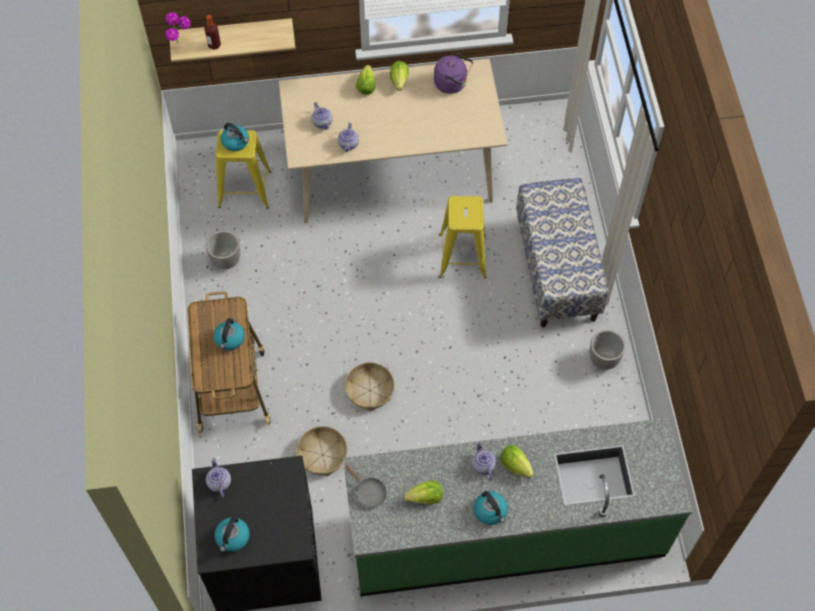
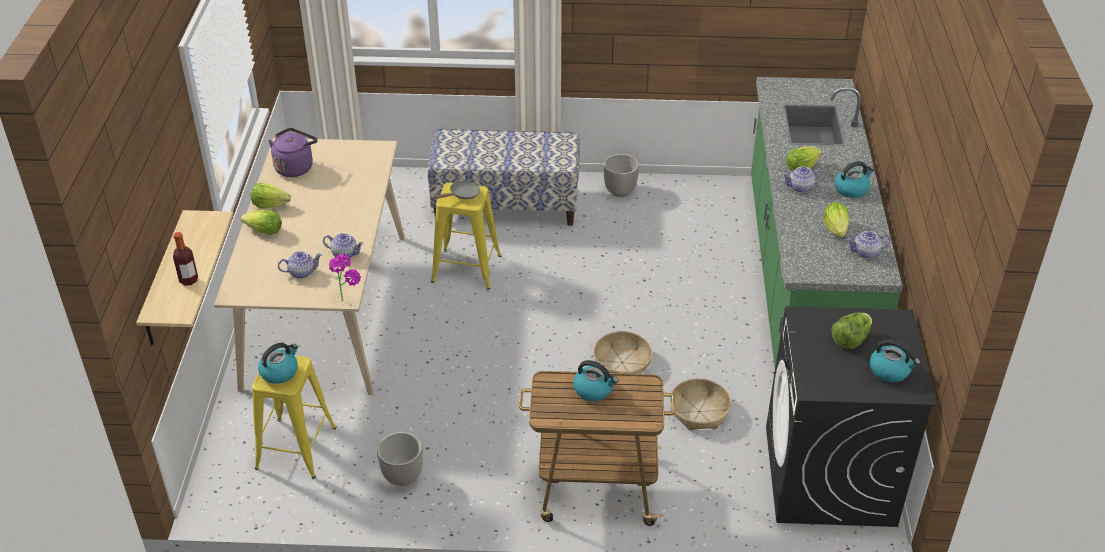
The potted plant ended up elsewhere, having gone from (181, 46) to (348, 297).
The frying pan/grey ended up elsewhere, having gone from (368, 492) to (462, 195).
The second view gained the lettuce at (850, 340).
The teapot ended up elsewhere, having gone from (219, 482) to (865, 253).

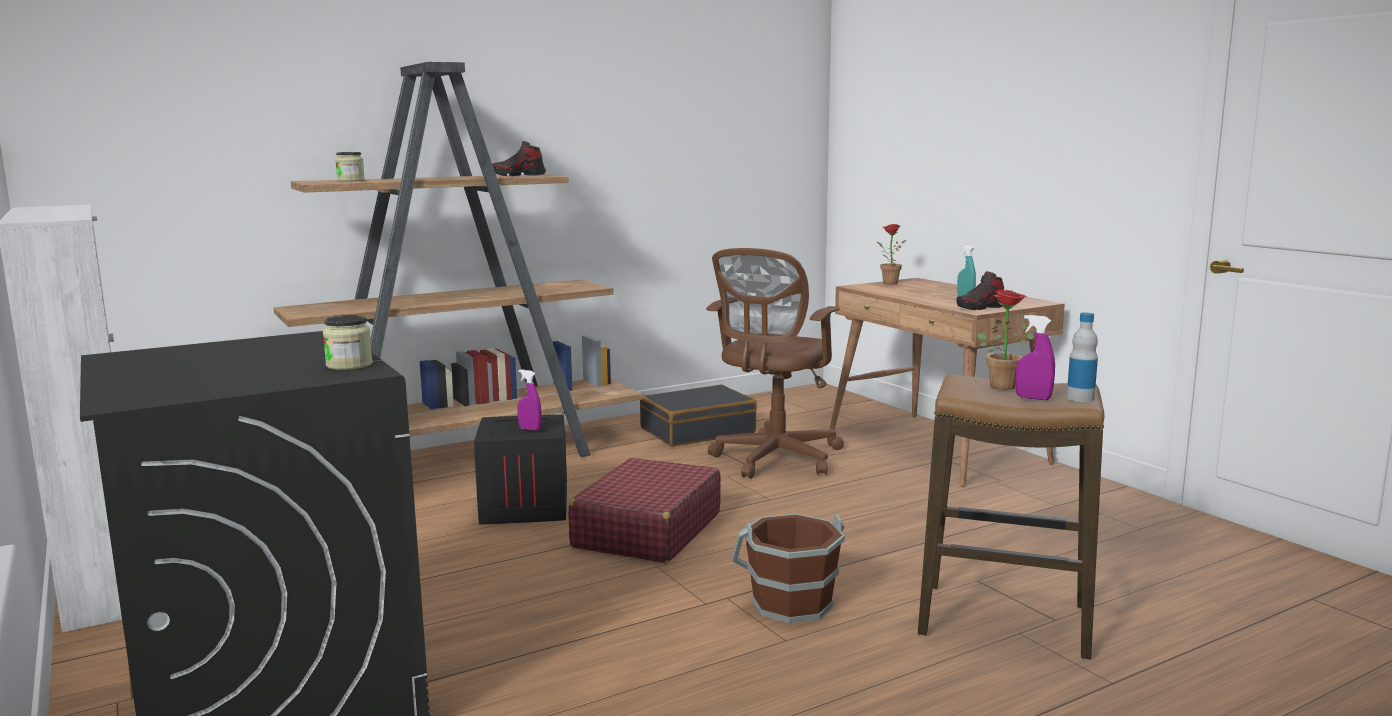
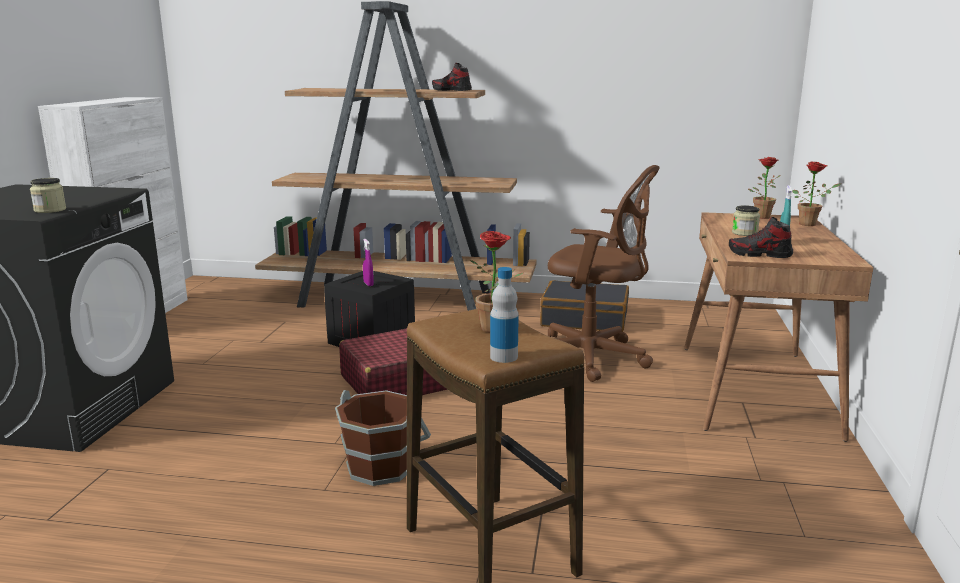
The office chair/brown at (774, 460) ended up facing another way, 135 degrees counterclockwise from before.
The jar ended up elsewhere, having gone from (350, 180) to (744, 233).
The second view gained the potted plant at (810, 224).
The second view lost the spray bottle/purple at (1033, 398).

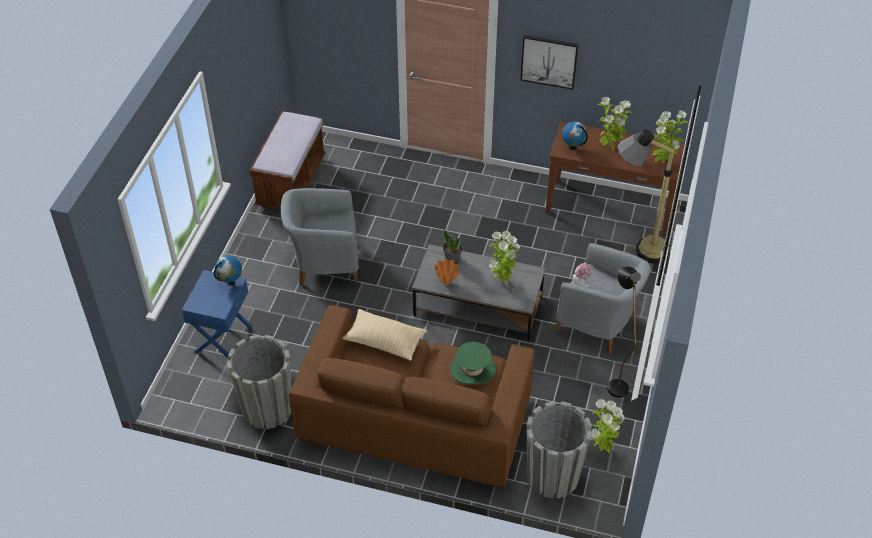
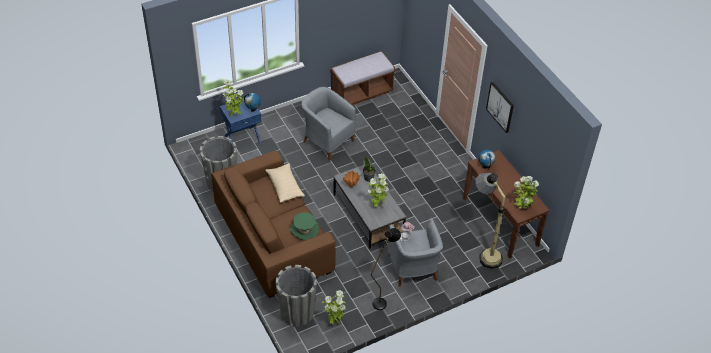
The potted plant ended up elsewhere, having gone from (610, 147) to (234, 115).

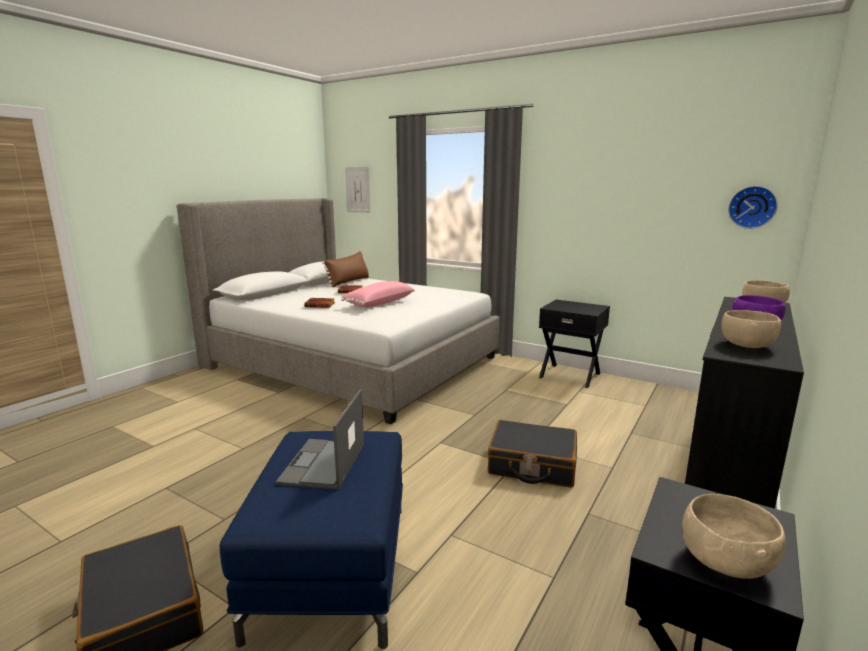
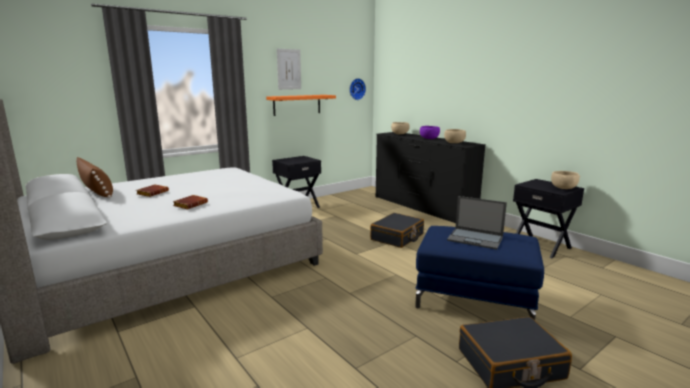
The second view gained the shelf/orange at (297, 105).
The picture ended up elsewhere, having gone from (358, 189) to (289, 69).
The second view lost the pillow/pink at (378, 303).

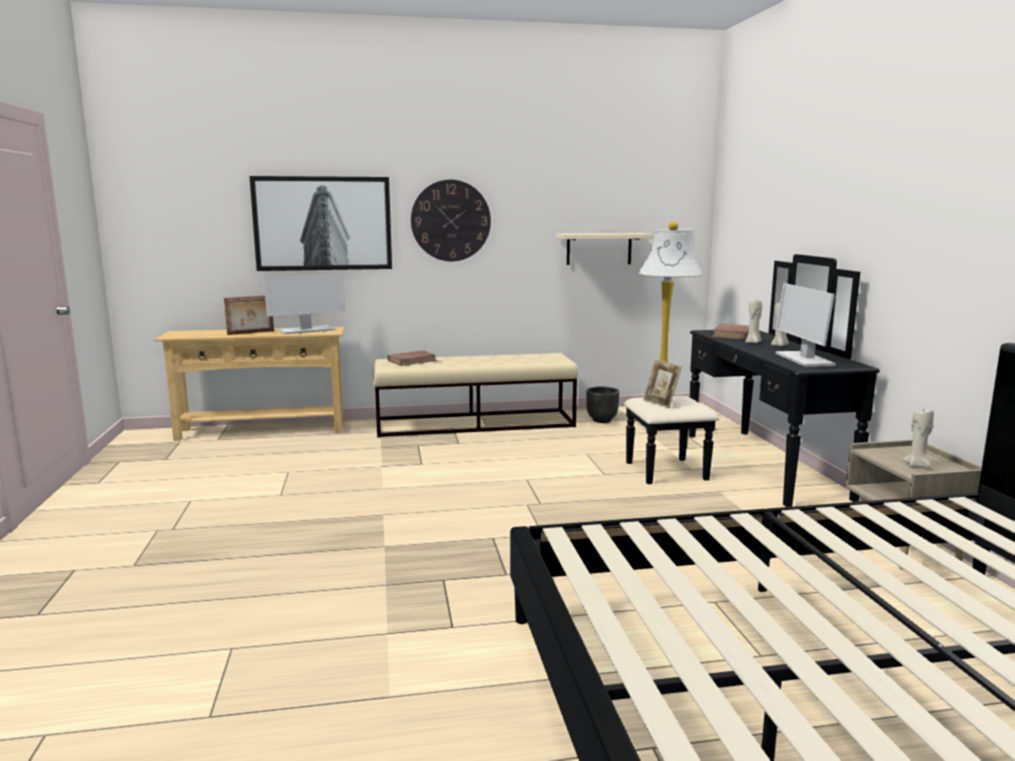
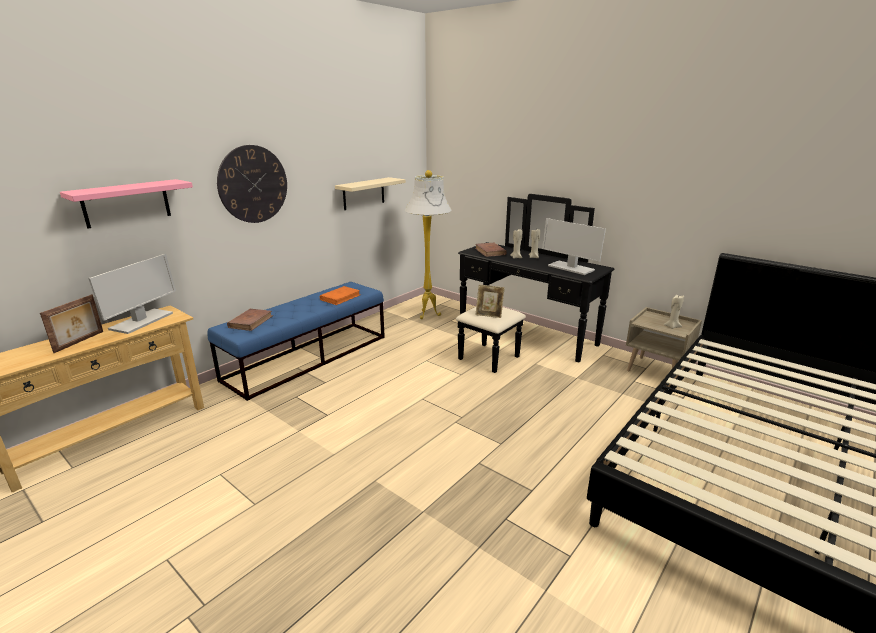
Where the picture hung at (323, 223), the shelf/pink came to hang at (126, 203).
What was the bench/beige at (475, 423) turned into the bench/blue at (308, 357).
The second view gained the book/orange at (340, 297).
The second view lost the planter/black at (601, 420).

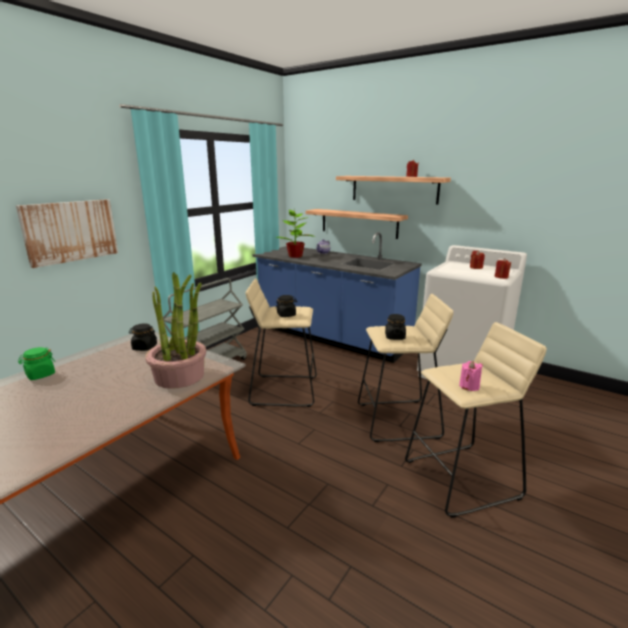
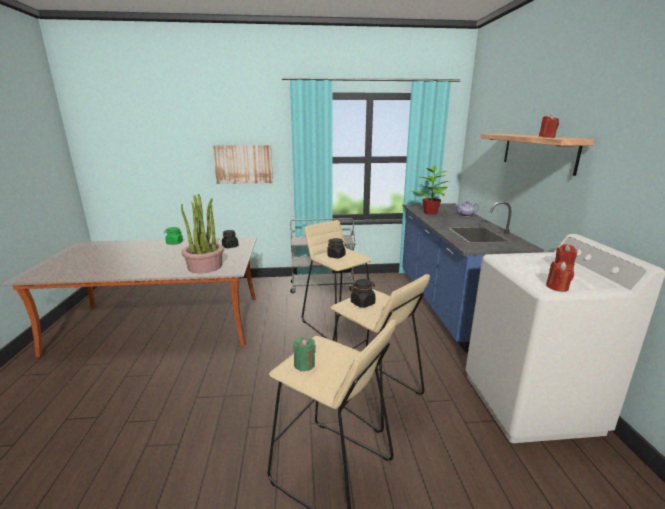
What was the candle/pink at (469, 386) turned into the candle/green at (304, 364).
The second view lost the shelf at (359, 223).

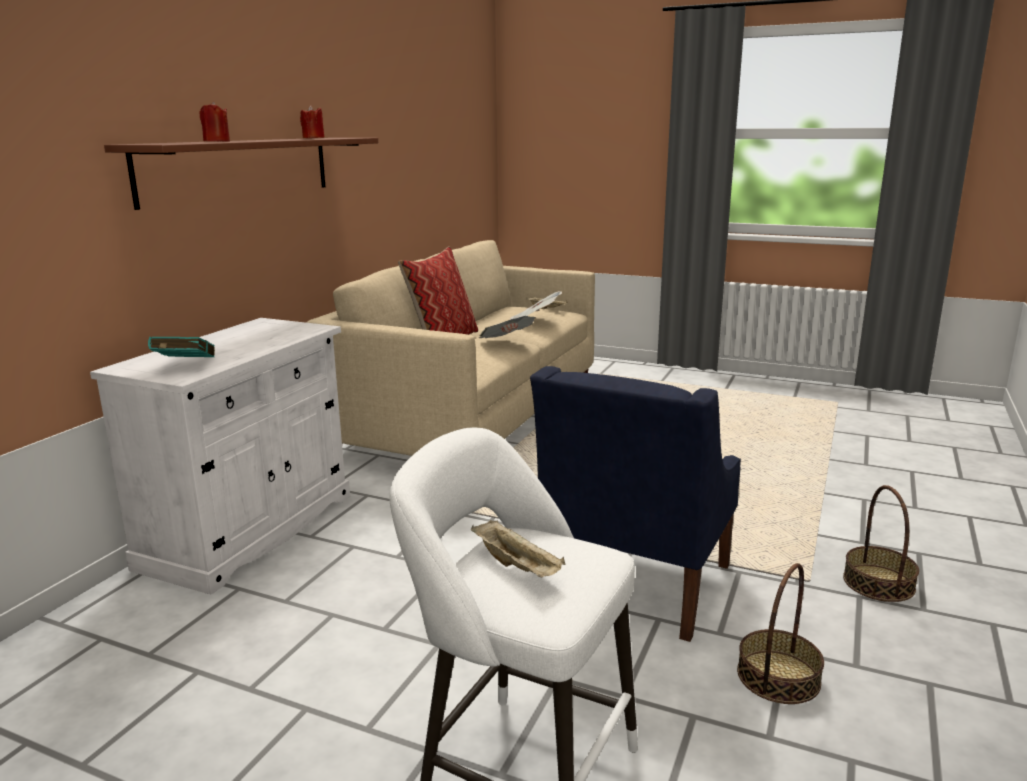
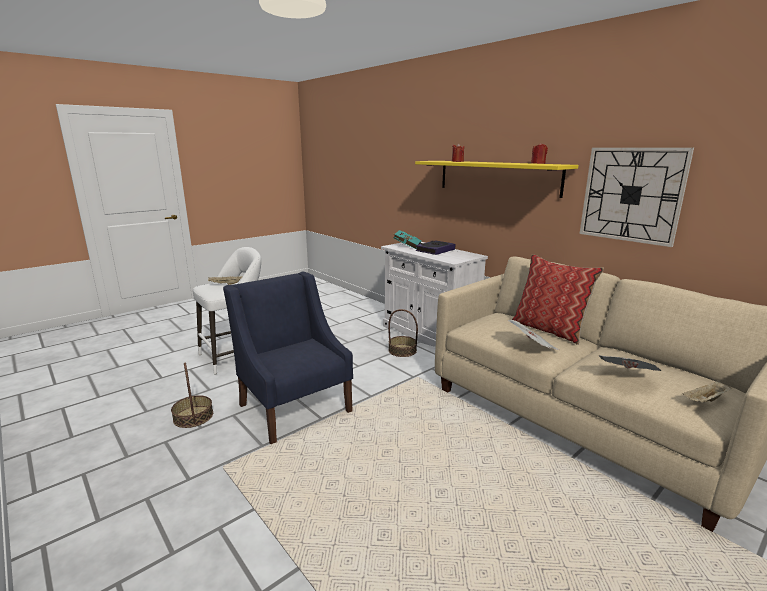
The basket ended up elsewhere, having gone from (878, 583) to (402, 350).
What was the shelf/brown at (239, 169) turned into the shelf/yellow at (497, 177).
The second view gained the book at (435, 250).
The second view gained the wall clock at (631, 195).

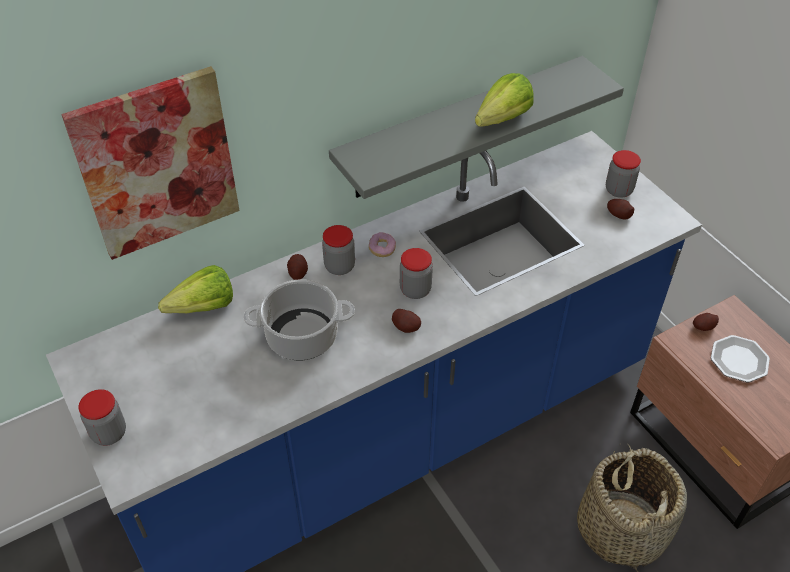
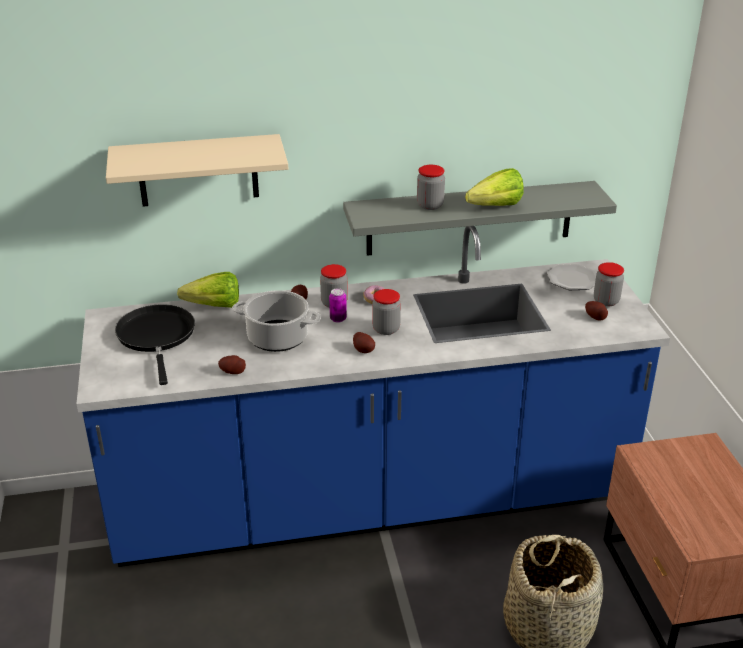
Where the picture hung at (157, 164), the shelf/beige came to hang at (198, 170).
The second view gained the frying pan/black at (157, 337).
The potato ended up elsewhere, having gone from (703, 327) to (232, 371).
The second view gained the can at (338, 319).
The jar ended up elsewhere, having gone from (109, 433) to (430, 205).
The plate ended up elsewhere, having gone from (738, 360) to (572, 279).

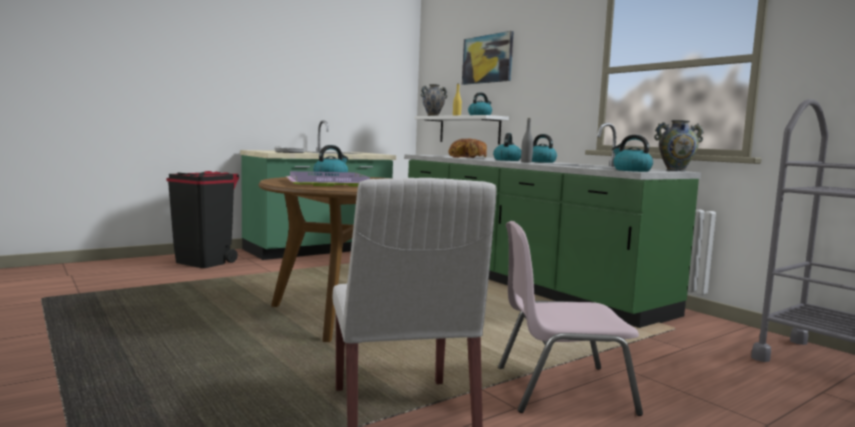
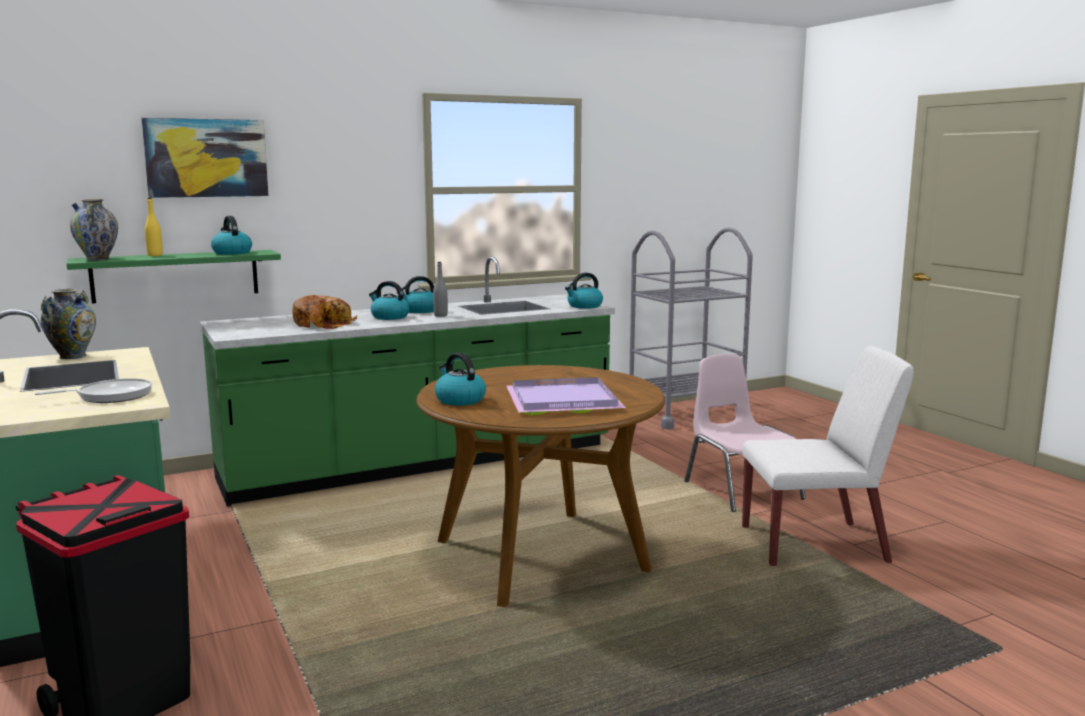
The vase ended up elsewhere, having gone from (675, 170) to (72, 356).
What was the shelf/white at (469, 130) turned into the shelf/green at (176, 276).
The chair/pink at (560, 389) ended up facing another way, 150 degrees clockwise from before.

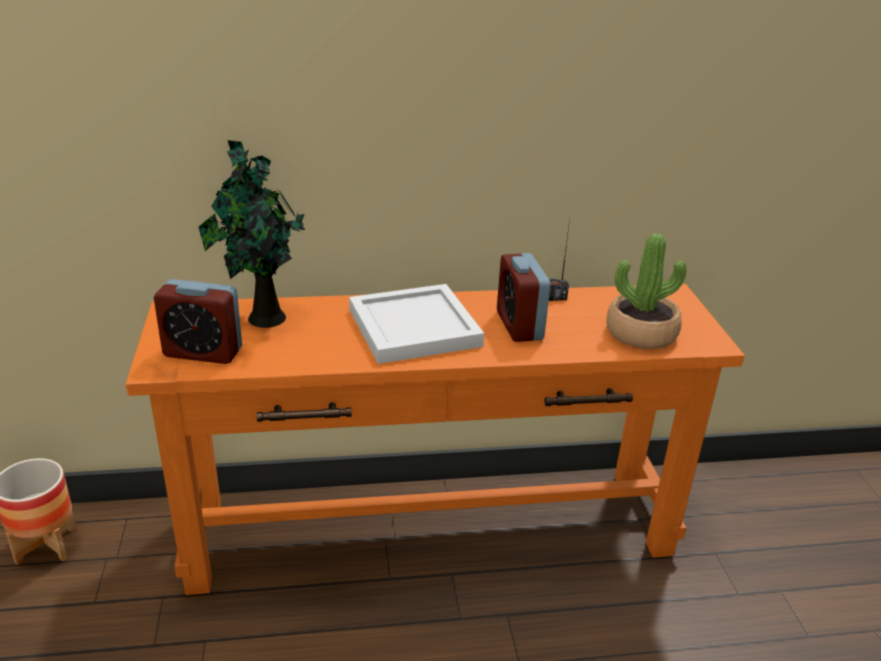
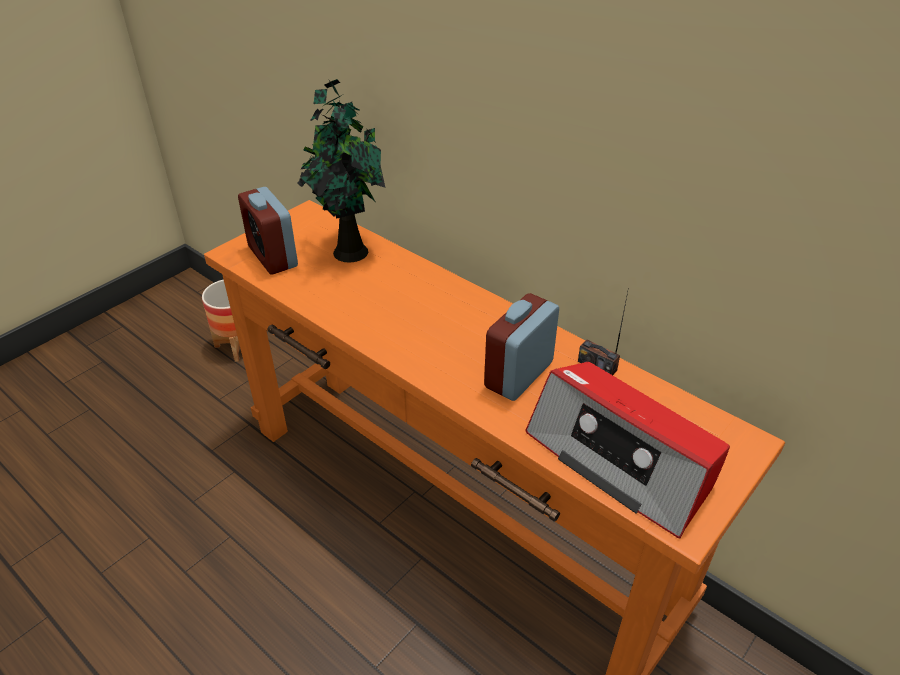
Where the potted plant stood at (641, 333), the radio came to stand at (622, 460).
The second view lost the tray/white at (412, 327).

